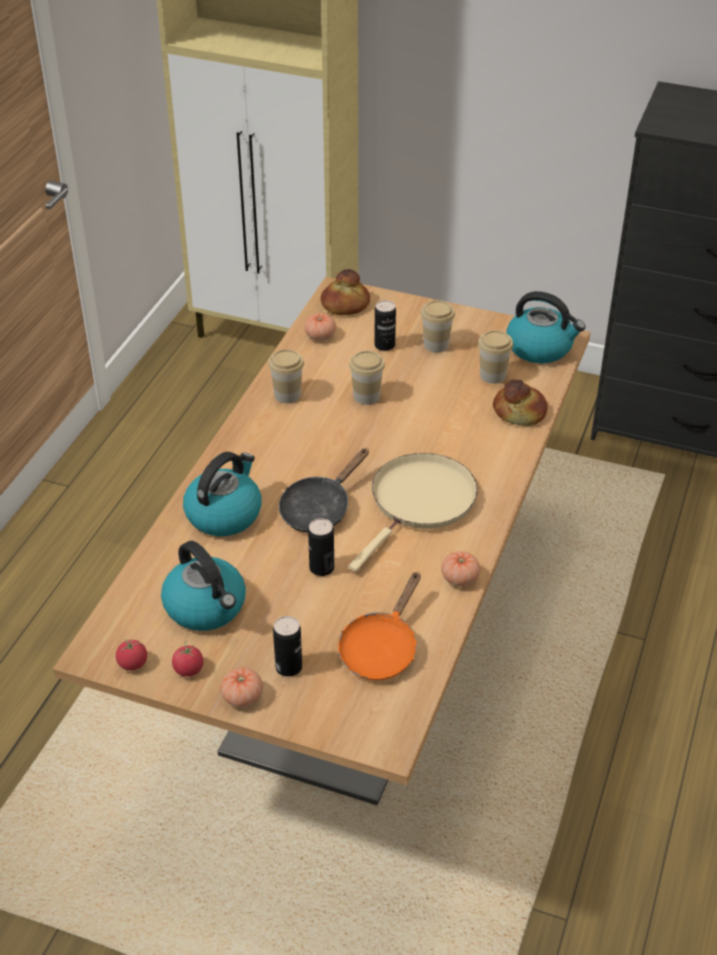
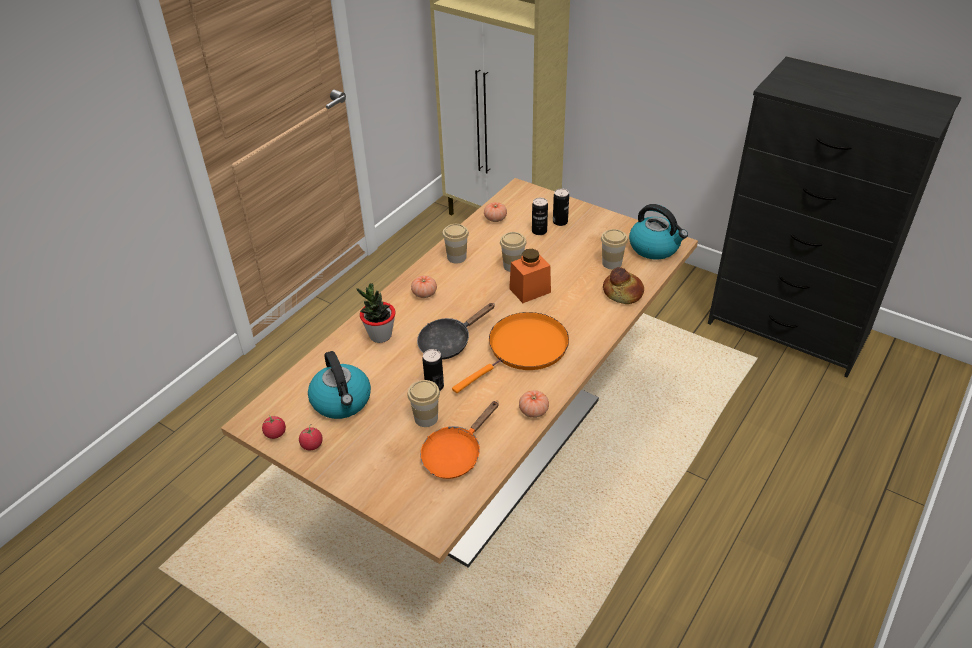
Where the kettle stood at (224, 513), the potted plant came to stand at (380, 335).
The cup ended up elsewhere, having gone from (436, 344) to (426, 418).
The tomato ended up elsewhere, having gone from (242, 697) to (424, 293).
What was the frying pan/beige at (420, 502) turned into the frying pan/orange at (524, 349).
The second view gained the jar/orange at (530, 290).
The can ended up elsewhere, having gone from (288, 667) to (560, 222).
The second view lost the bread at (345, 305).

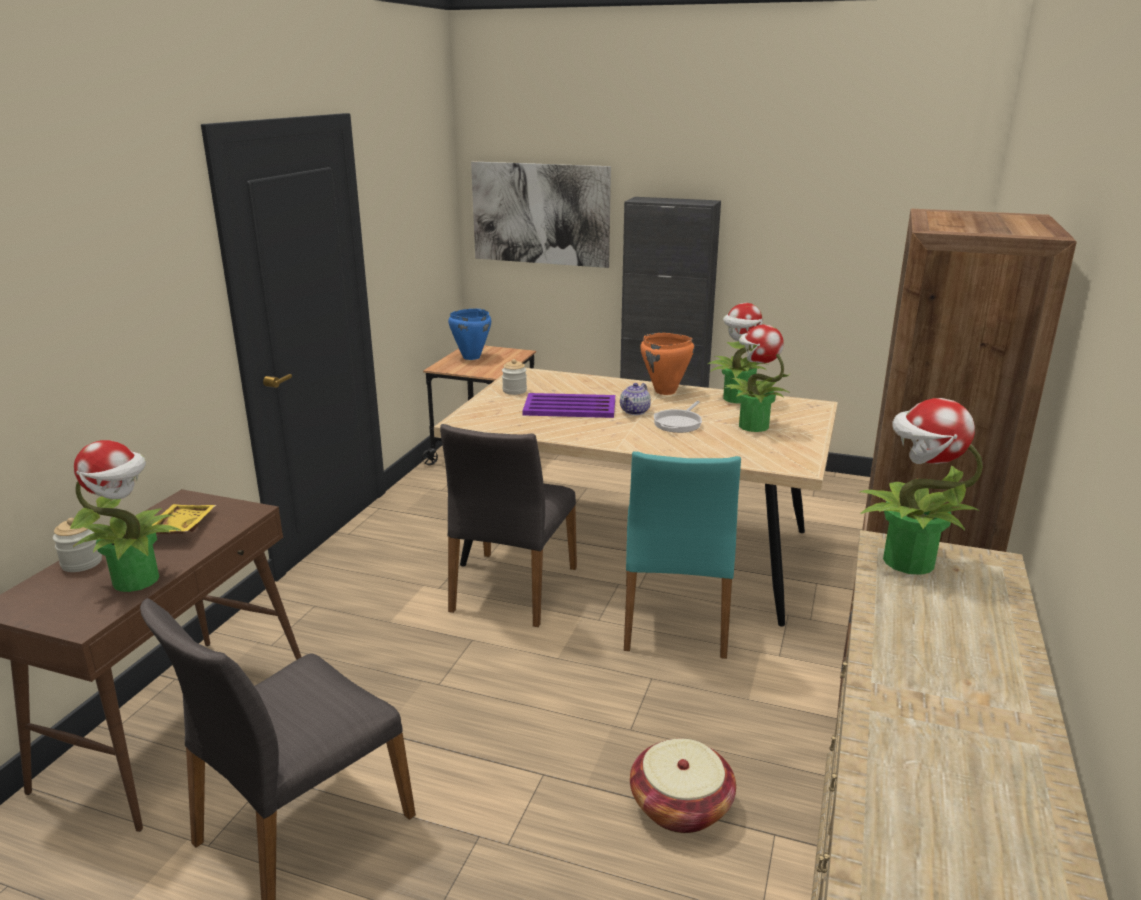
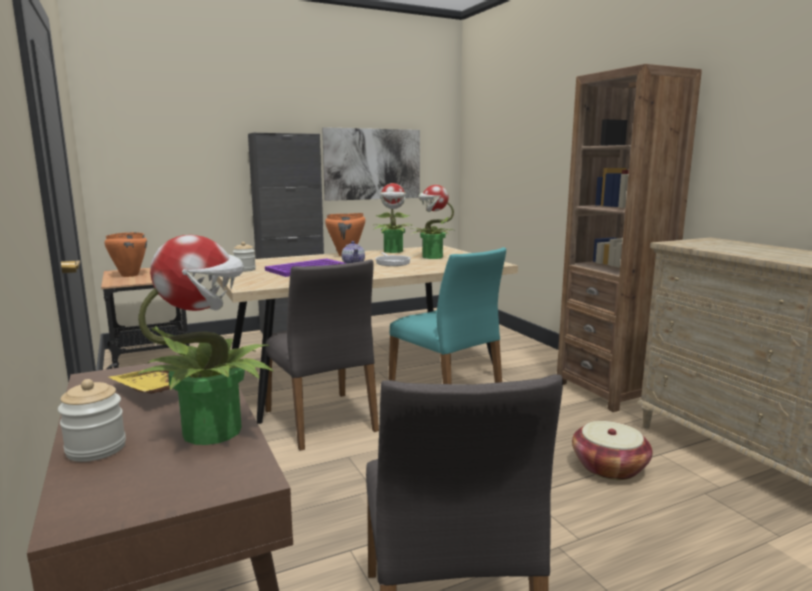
What was the cooking pot/blue at (471, 357) turned into the cooking pot/orange at (129, 275).
The picture ended up elsewhere, having gone from (540, 214) to (372, 164).
The second view lost the potted plant at (906, 561).

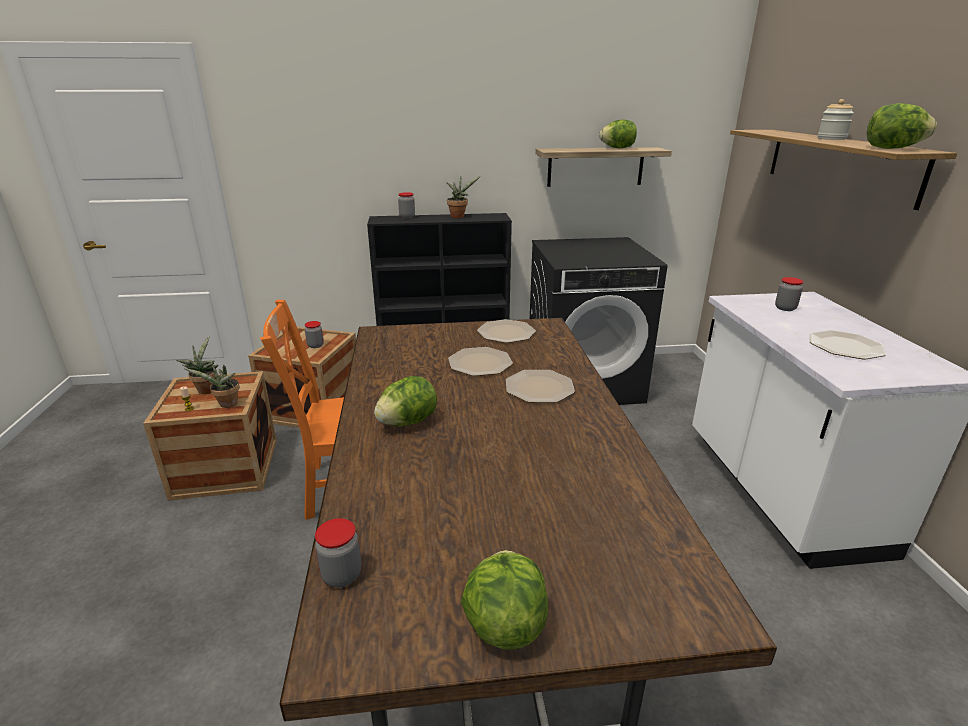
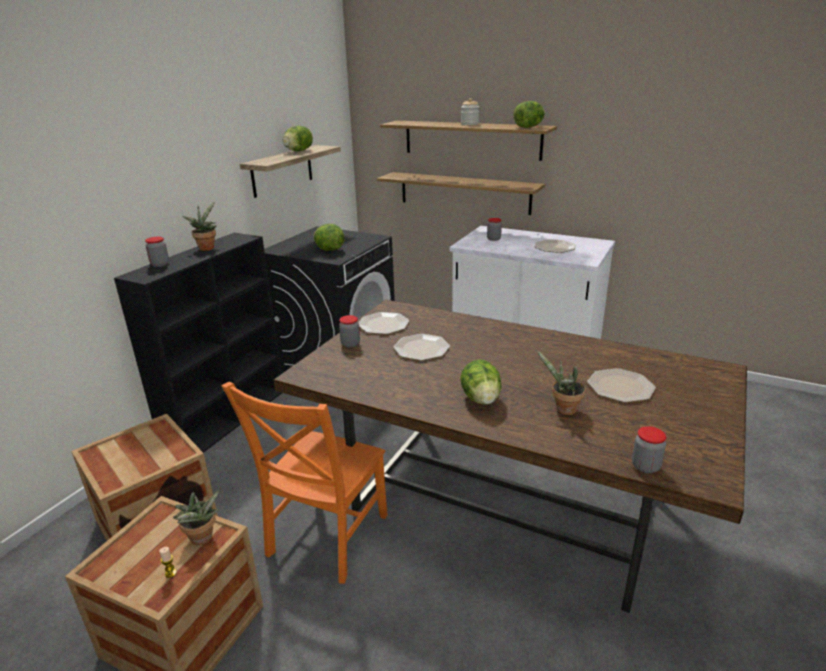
The lettuce ended up elsewhere, having gone from (504, 624) to (329, 250).
The jar ended up elsewhere, having gone from (315, 345) to (350, 344).
The second view gained the shelf at (464, 193).
The potted plant ended up elsewhere, having gone from (206, 389) to (563, 409).
The plate ended up elsewhere, having gone from (538, 387) to (620, 387).

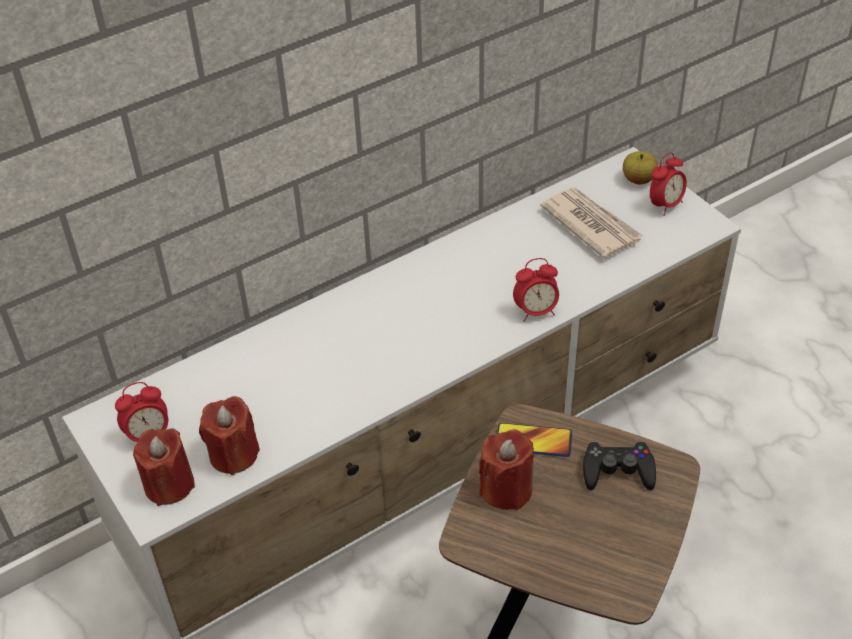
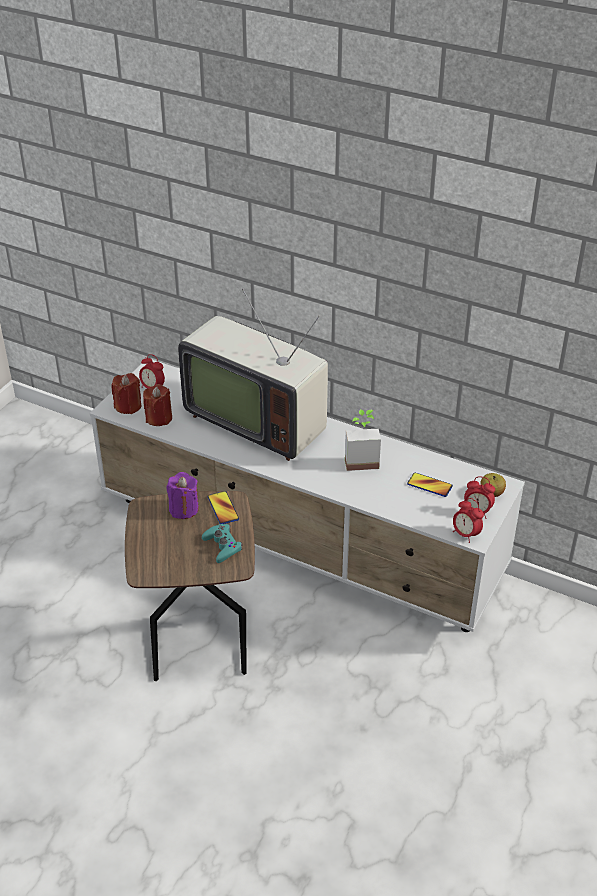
What was the candle/red at (506, 489) turned into the candle/purple at (184, 509).
The second view gained the television at (257, 420).
What was the game controller/black at (617, 471) turned into the game controller/turquoise at (222, 546).
The second view gained the potted plant at (360, 459).
Where the newspaper stood at (590, 225), the phone came to stand at (429, 485).
The alarm clock ended up elsewhere, having gone from (536, 311) to (465, 534).

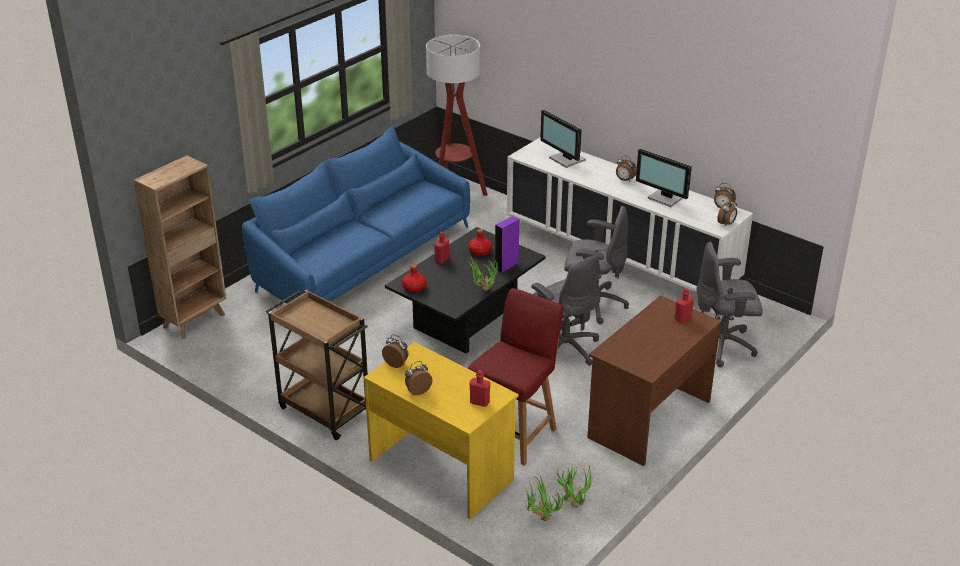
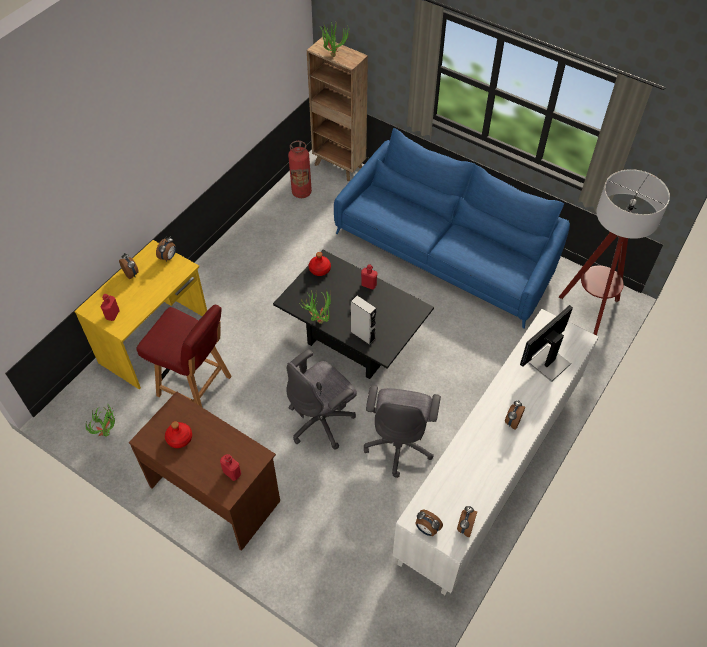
The bottle/red ended up elsewhere, having gone from (479, 251) to (180, 438).
The second view gained the fire extinguisher at (301, 192).
The potted plant ended up elsewhere, having gone from (540, 519) to (333, 53).
What was the speaker/purple at (506, 266) turned into the speaker/grey at (363, 335).
The second view lost the cart/brown at (324, 410).
The second view lost the monitor at (666, 198).
The second view lost the office chair/grey at (722, 346).

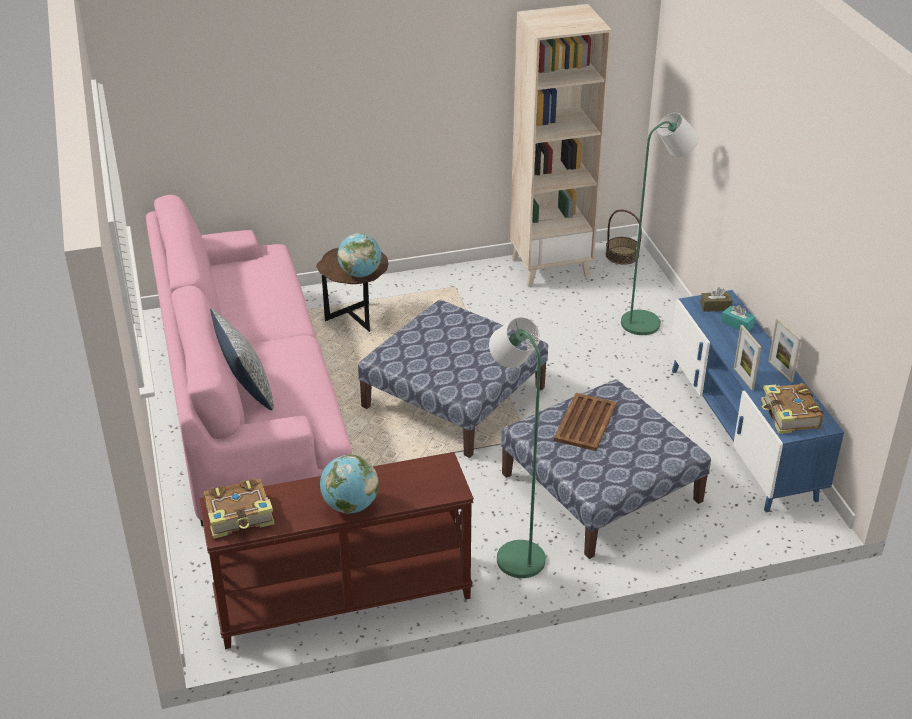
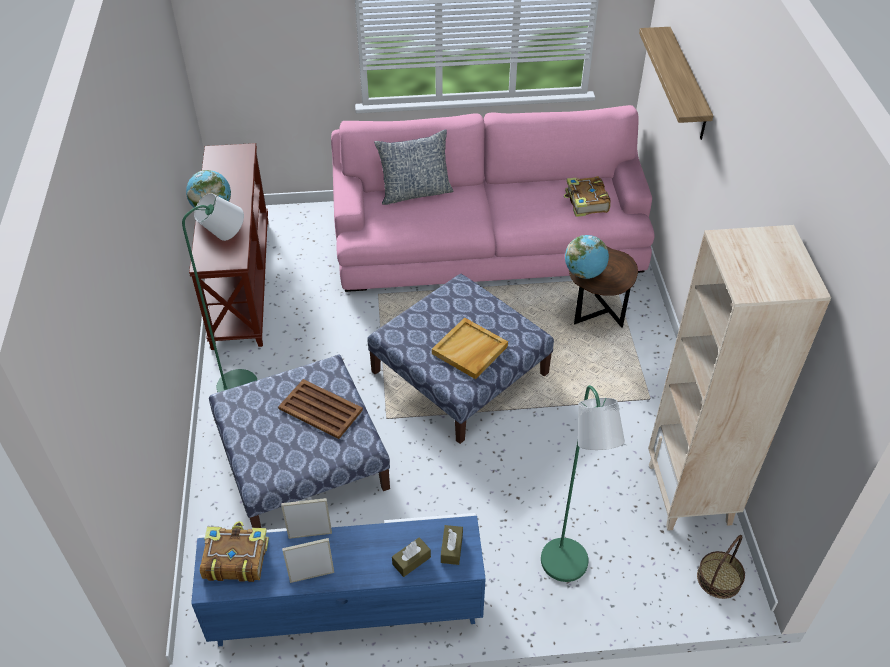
What was the tissue box/turquoise at (737, 324) turned into the tissue box/brown at (411, 560).
The second view gained the tray/beige at (470, 350).
The book ended up elsewhere, having gone from (240, 516) to (586, 202).
The second view gained the shelf at (687, 84).

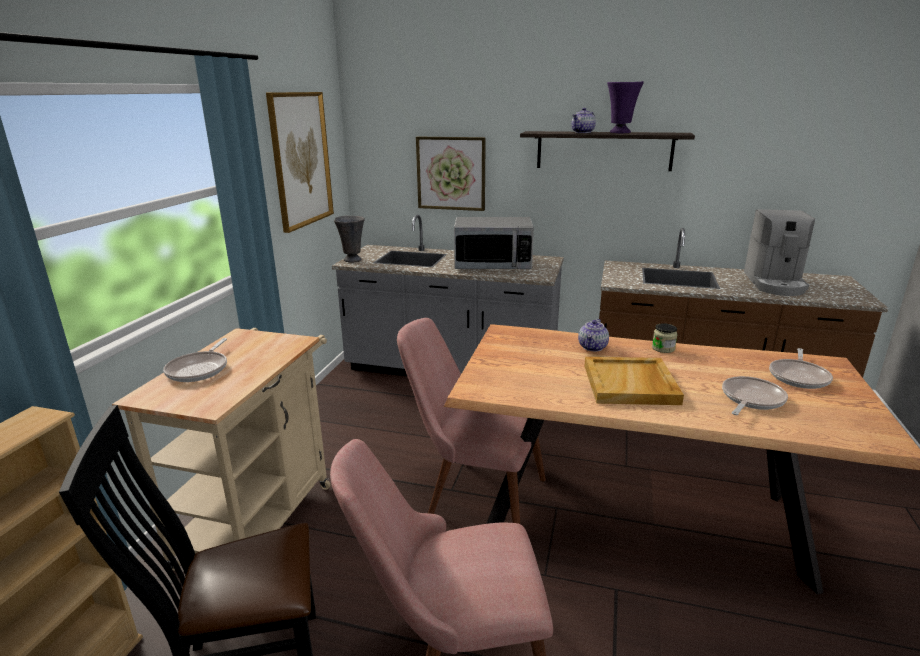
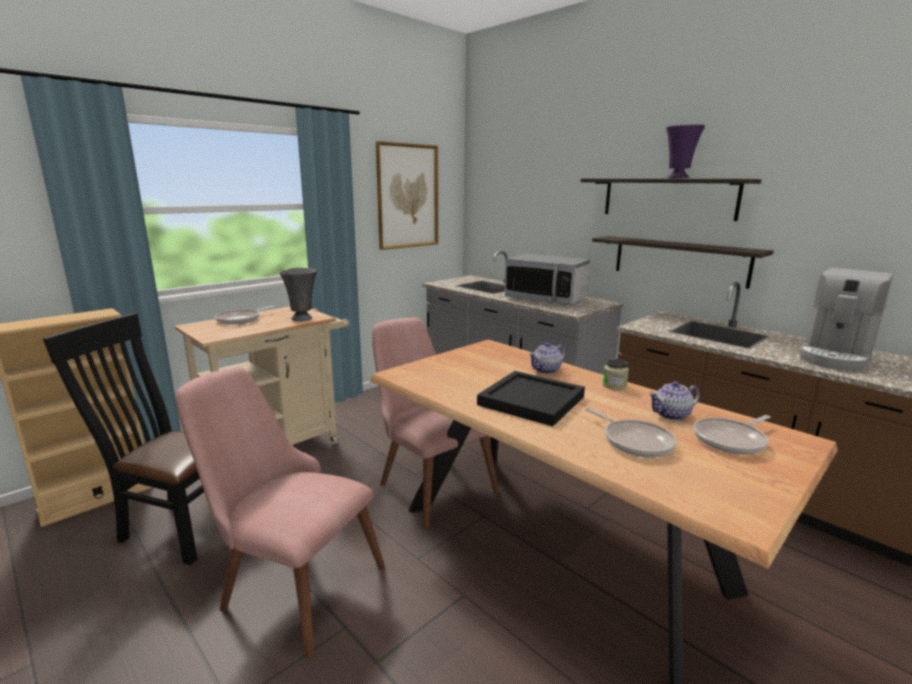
The vase/grey ended up elsewhere, having gone from (352, 260) to (302, 318).
What was the tray/beige at (631, 384) turned into the tray/black at (531, 401).
The frying pan at (751, 399) ended up facing another way, 75 degrees clockwise from before.
The second view gained the shelf at (679, 260).
The teapot ended up elsewhere, having gone from (583, 132) to (671, 415).
The second view lost the picture at (451, 173).

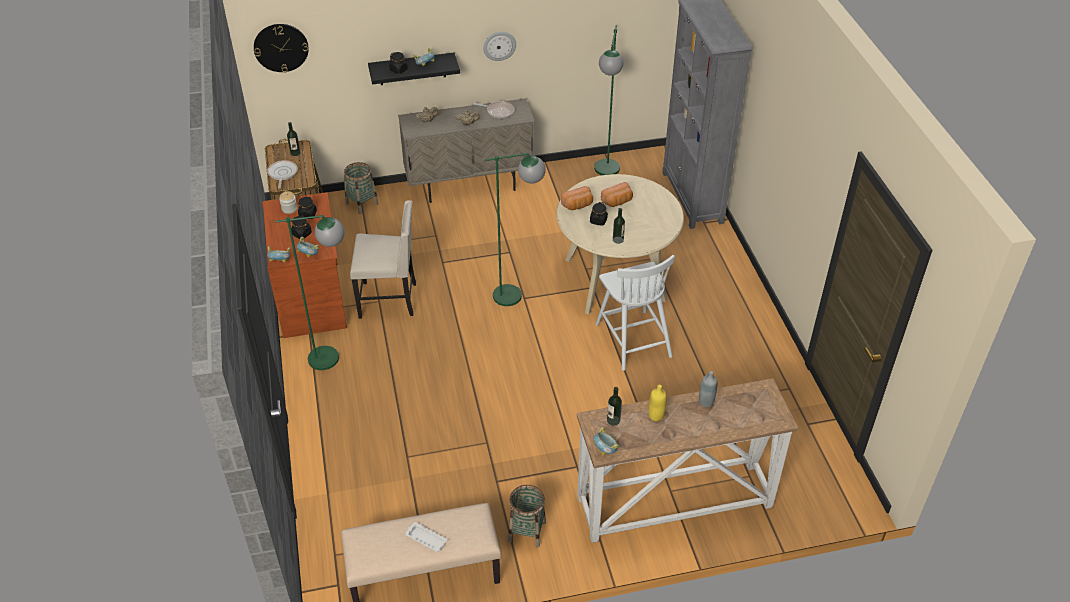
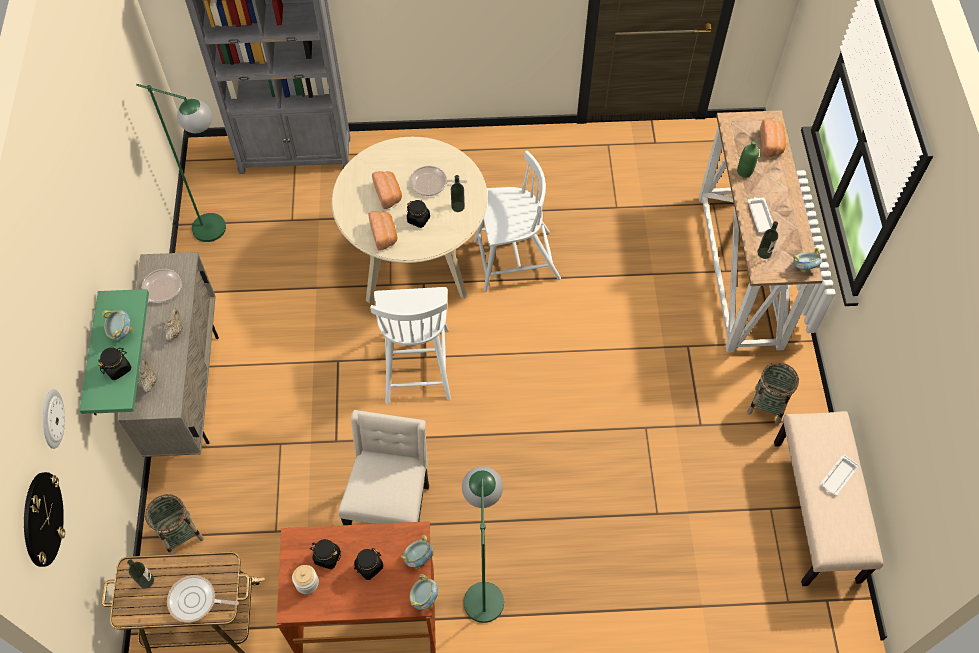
The wall clock ended up elsewhere, having gone from (499, 45) to (51, 419).
What was the shelf/black at (412, 69) turned into the shelf/green at (95, 359).
Where the floor lamp/green stood at (517, 294), the chair/white came to stand at (416, 363).
The second view gained the frying pan at (431, 184).
What was the bottle/grey at (706, 402) turned into the bottle/green at (744, 171).
Where the bottle/yellow stood at (656, 415), the tray/white came to stand at (760, 216).
The second view gained the bread at (771, 144).

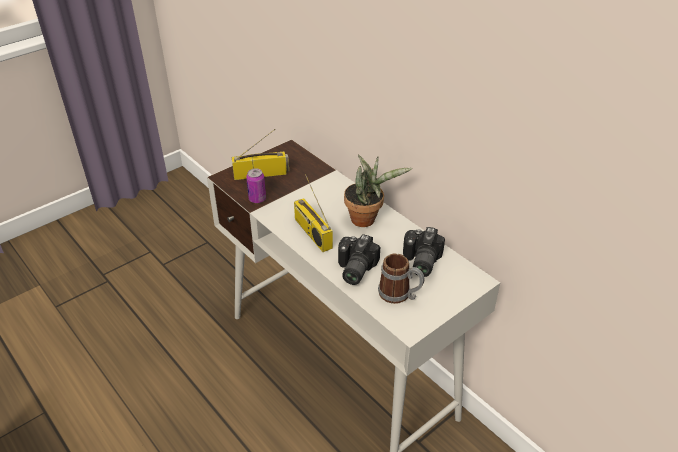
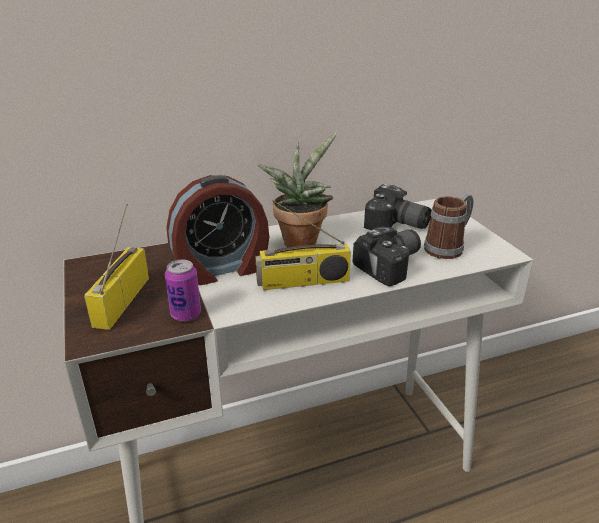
The second view gained the alarm clock at (222, 268).
The photo camera at (353, 269) ended up facing another way, 75 degrees counterclockwise from before.

